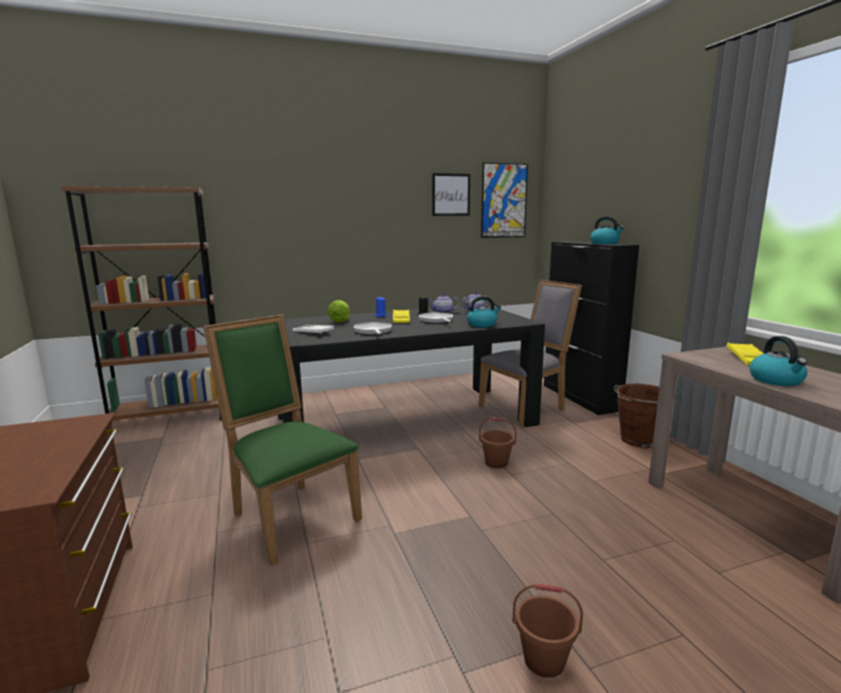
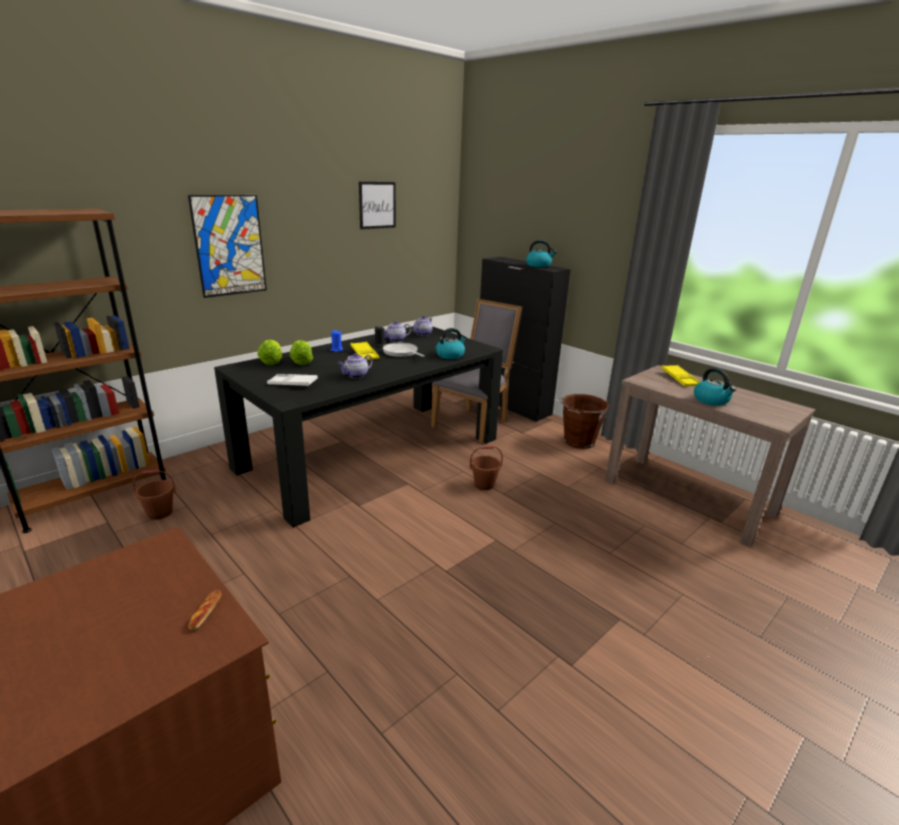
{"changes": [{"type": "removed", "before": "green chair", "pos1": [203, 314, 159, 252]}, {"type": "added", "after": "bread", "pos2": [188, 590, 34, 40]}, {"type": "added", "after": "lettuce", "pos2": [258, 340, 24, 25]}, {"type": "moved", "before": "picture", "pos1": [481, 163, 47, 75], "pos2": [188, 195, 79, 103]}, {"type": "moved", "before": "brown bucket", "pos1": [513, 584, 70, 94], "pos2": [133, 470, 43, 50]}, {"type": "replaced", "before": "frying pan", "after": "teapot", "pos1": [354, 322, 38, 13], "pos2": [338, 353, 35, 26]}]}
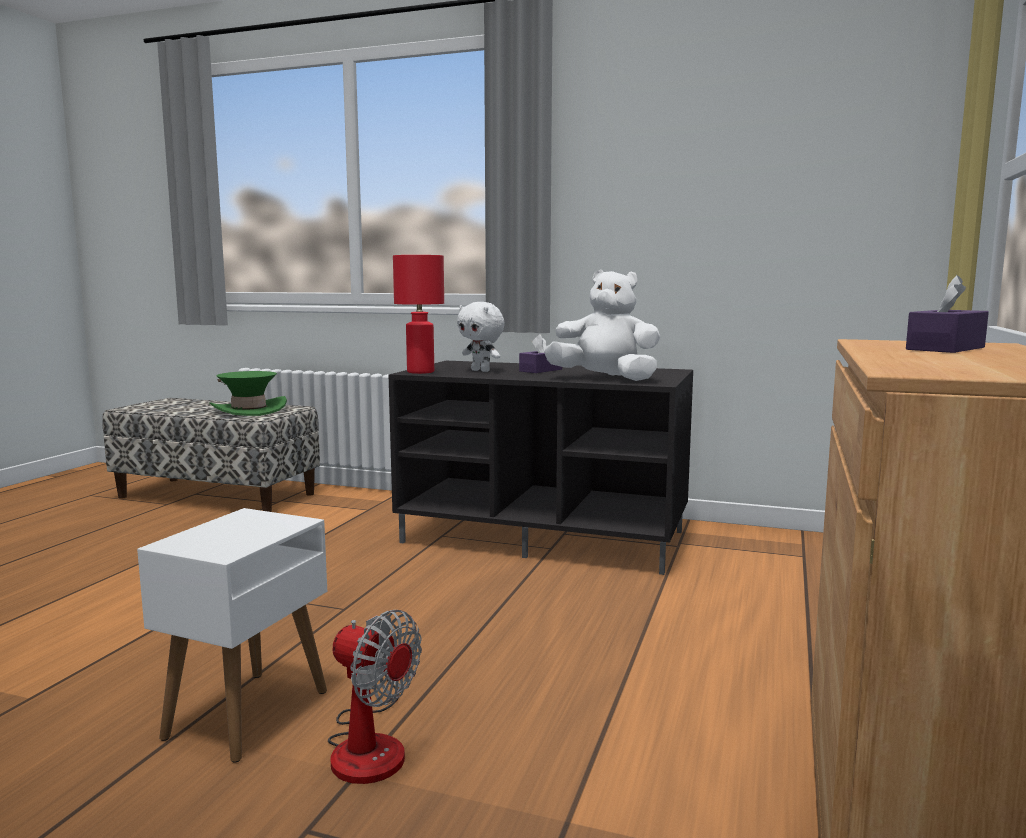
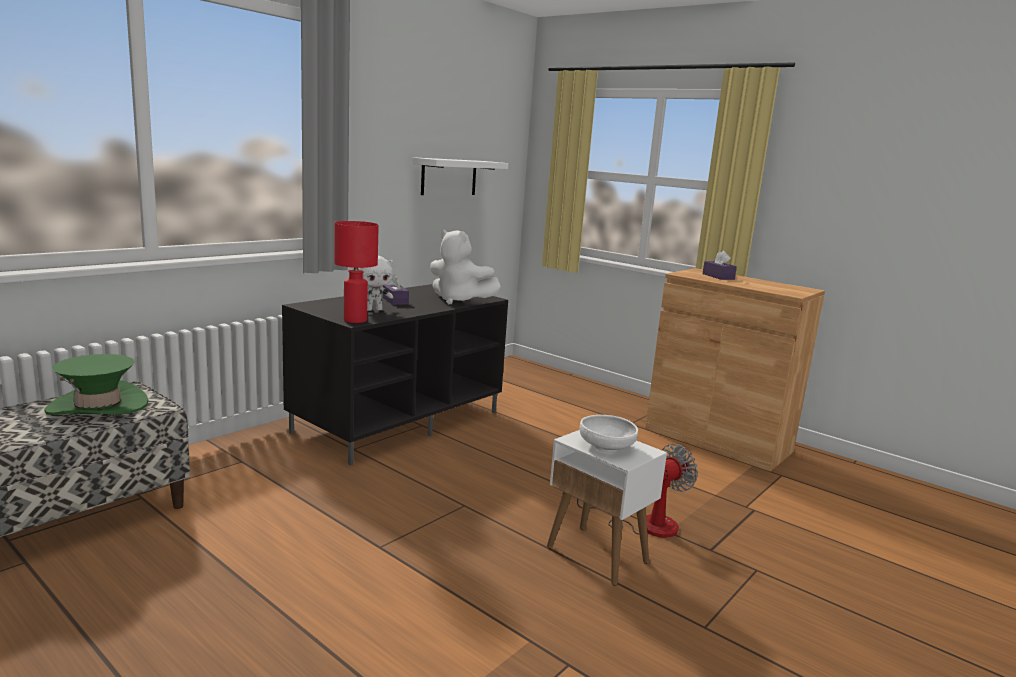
{"changes": [{"type": "added", "after": "white shelf", "pos2": [412, 157, 96, 38]}, {"type": "added", "after": "white bowl", "pos2": [580, 415, 58, 37]}, {"type": "turned", "before": "white plush toy", "pos1": [544, 270, 116, 111], "pos2": [430, 230, 71, 75], "turn": -105}]}
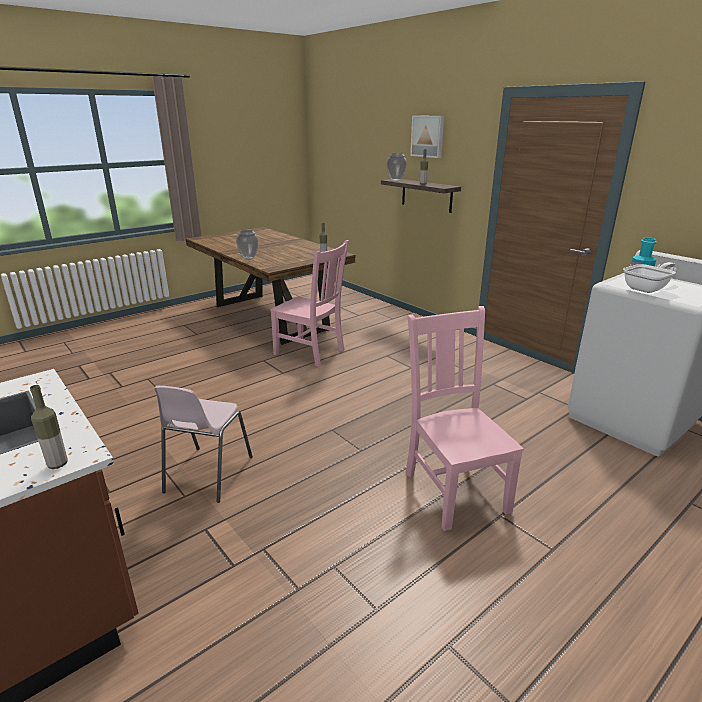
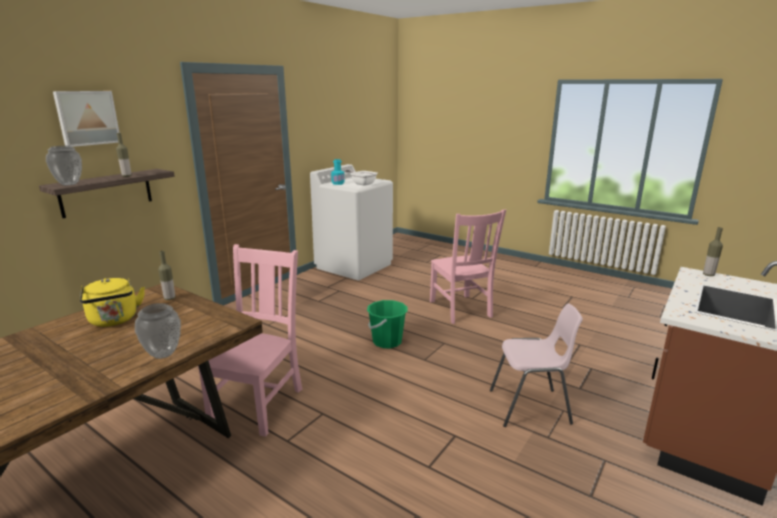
{"changes": [{"type": "added", "after": "yellow kettle", "pos2": [80, 278, 65, 49]}, {"type": "added", "after": "green bucket", "pos2": [367, 300, 41, 48]}, {"type": "turned", "before": "pink chair", "pos1": [405, 306, 119, 225], "pos2": [430, 209, 76, 115], "turn": -75}]}
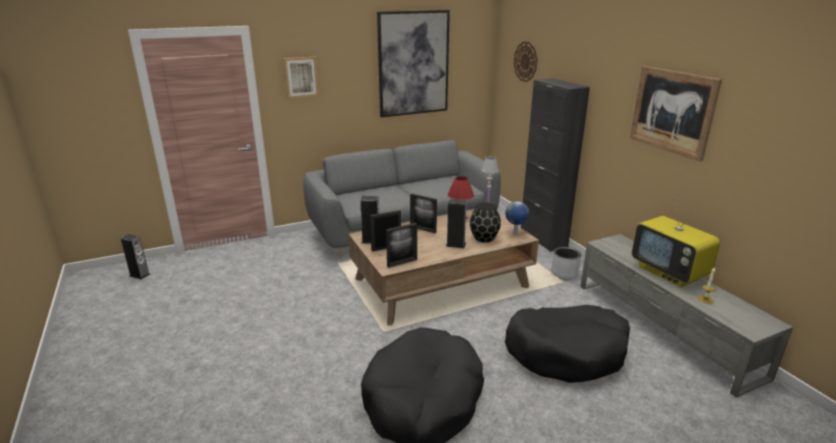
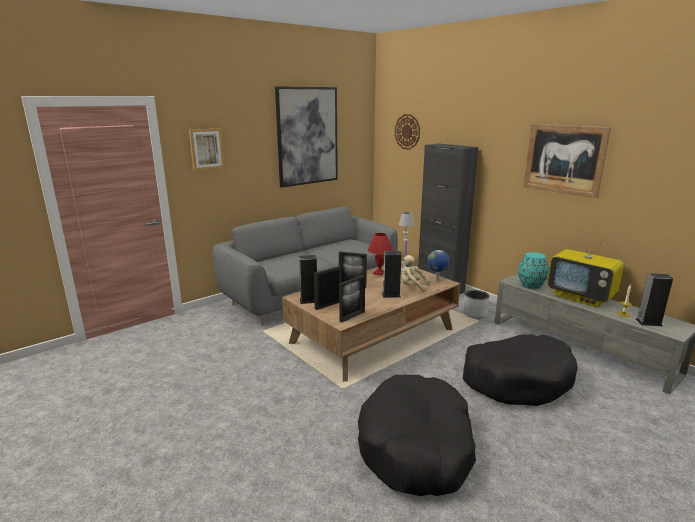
{"changes": [{"type": "added", "after": "turquoise vase", "pos2": [518, 252, 31, 37]}, {"type": "moved", "before": "speaker", "pos1": [121, 234, 29, 45], "pos2": [636, 273, 37, 53]}, {"type": "replaced", "before": "black vase", "after": "beige plush toy", "pos1": [470, 203, 31, 39], "pos2": [401, 255, 30, 37]}]}
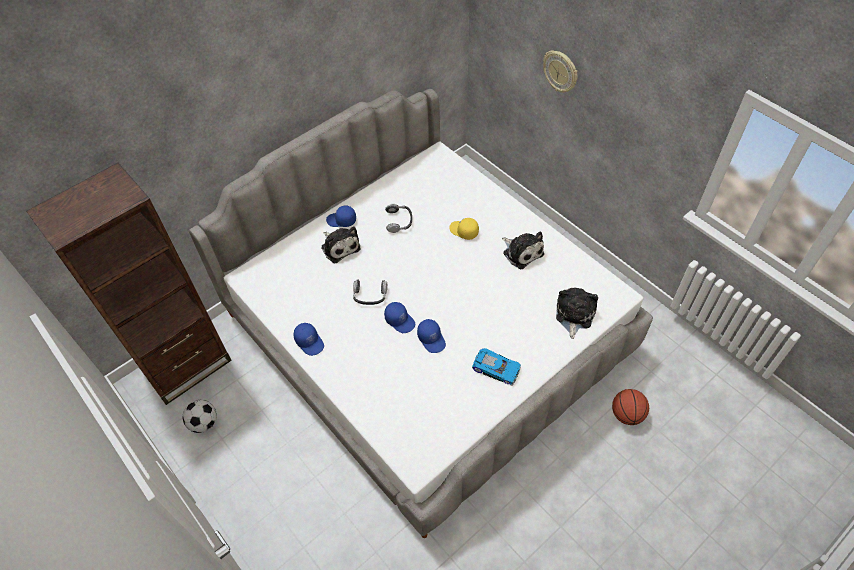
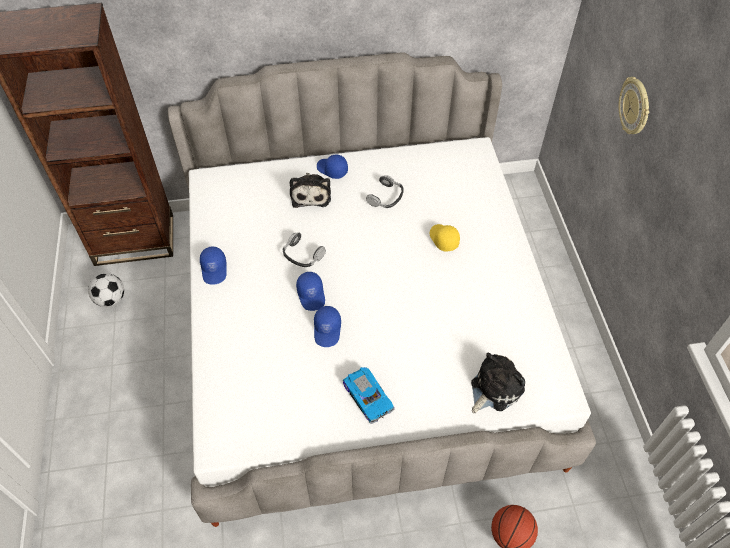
{"changes": [{"type": "removed", "before": "plush toy", "pos1": [502, 231, 42, 38]}]}
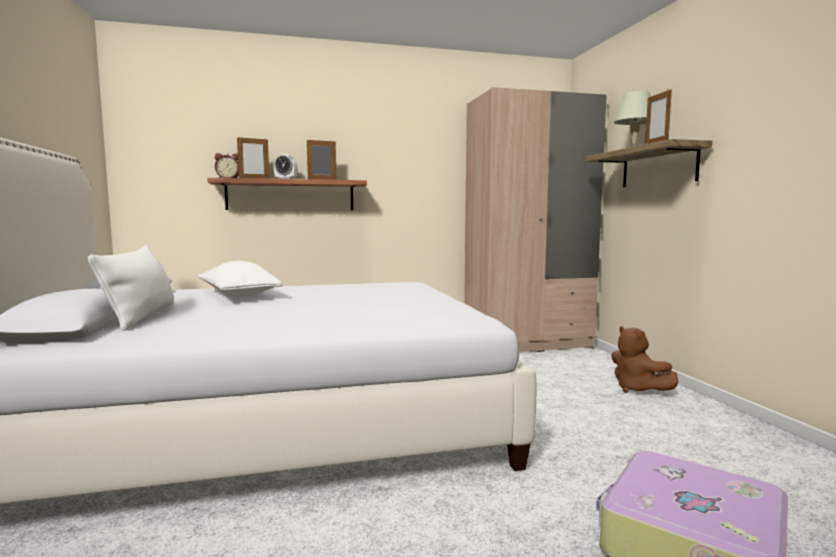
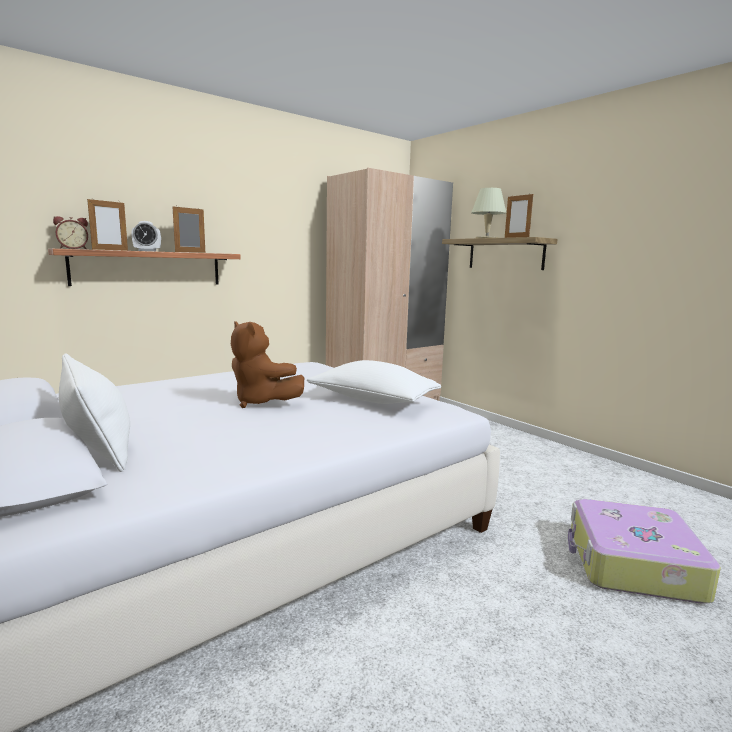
{"changes": [{"type": "moved", "before": "white pillow", "pos1": [198, 261, 85, 36], "pos2": [307, 360, 134, 44]}, {"type": "moved", "before": "brown plush toy", "pos1": [611, 326, 68, 67], "pos2": [231, 321, 73, 87]}]}
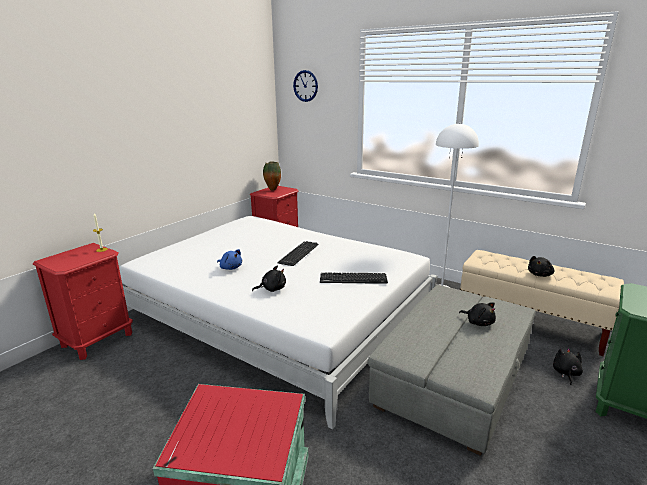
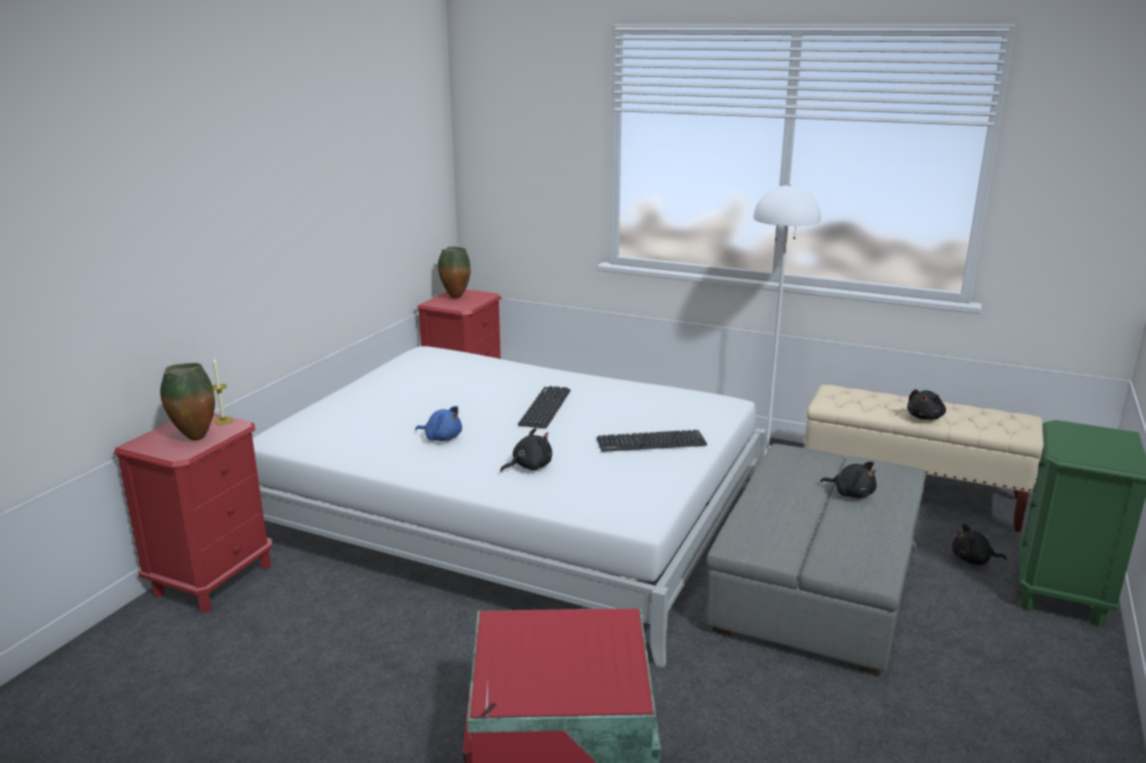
{"changes": [{"type": "removed", "before": "wall clock", "pos1": [293, 70, 25, 32]}, {"type": "added", "after": "vase", "pos2": [160, 363, 55, 78]}, {"type": "turned", "before": "black plush toy", "pos1": [553, 348, 30, 37], "pos2": [952, 524, 55, 41], "turn": -90}]}
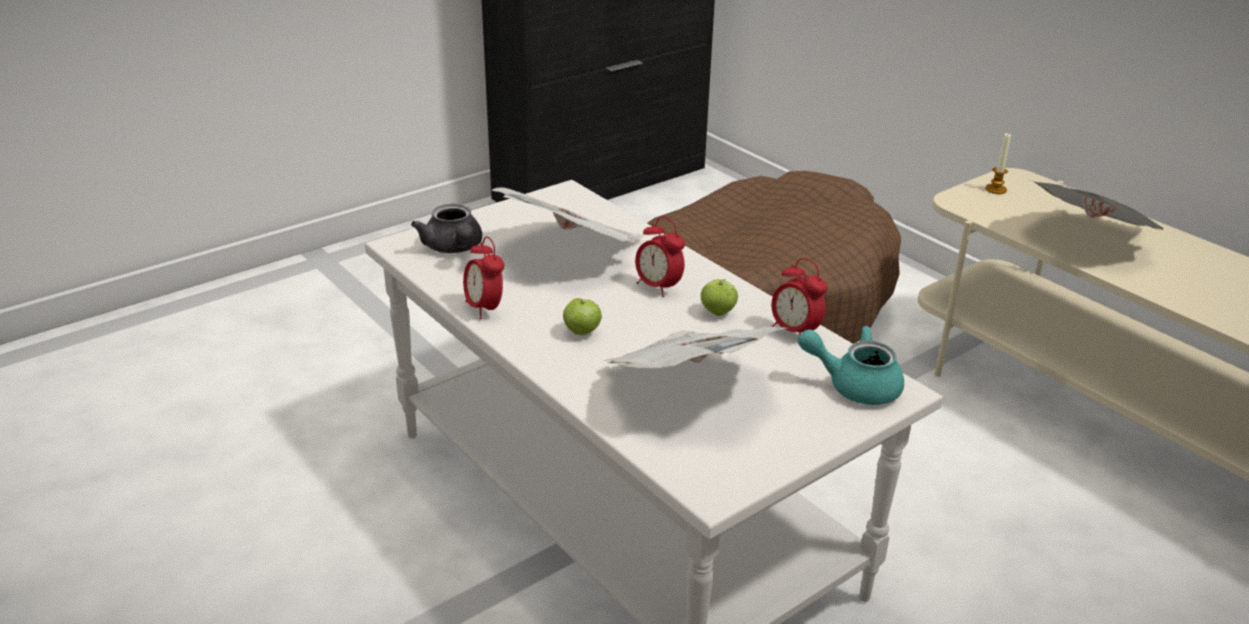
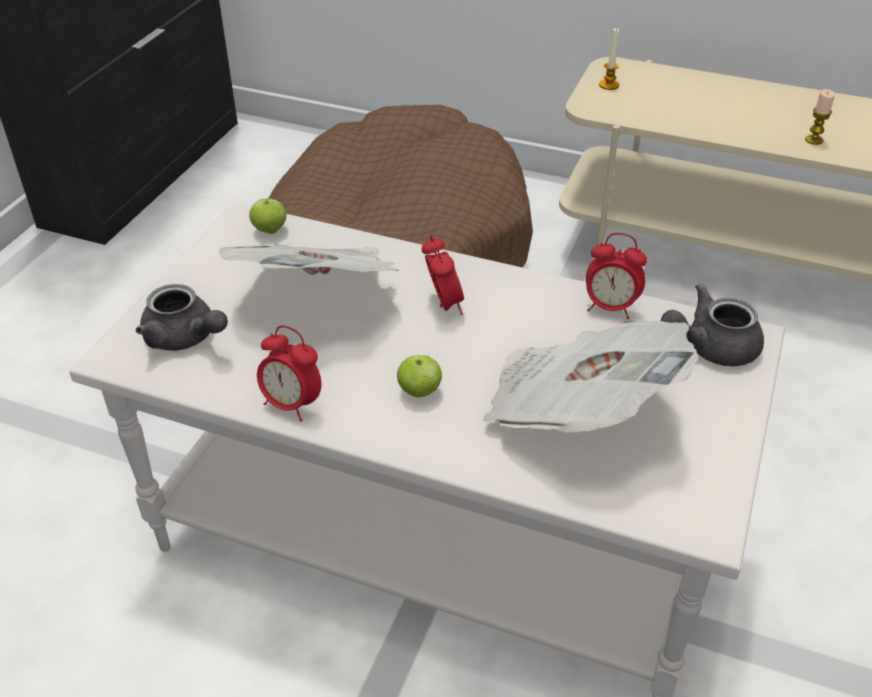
{"changes": [{"type": "removed", "before": "newspaper", "pos1": [1027, 179, 137, 51]}, {"type": "added", "after": "candle", "pos2": [805, 89, 30, 56]}, {"type": "moved", "before": "apple", "pos1": [700, 279, 38, 37], "pos2": [249, 197, 38, 37]}, {"type": "recoloured", "before": "turquoise teapot", "after": "grey teapot", "pos1": [798, 326, 106, 79], "pos2": [661, 284, 103, 82]}, {"type": "turned", "before": "alarm clock", "pos1": [635, 217, 50, 80], "pos2": [421, 235, 43, 80], "turn": -120}]}
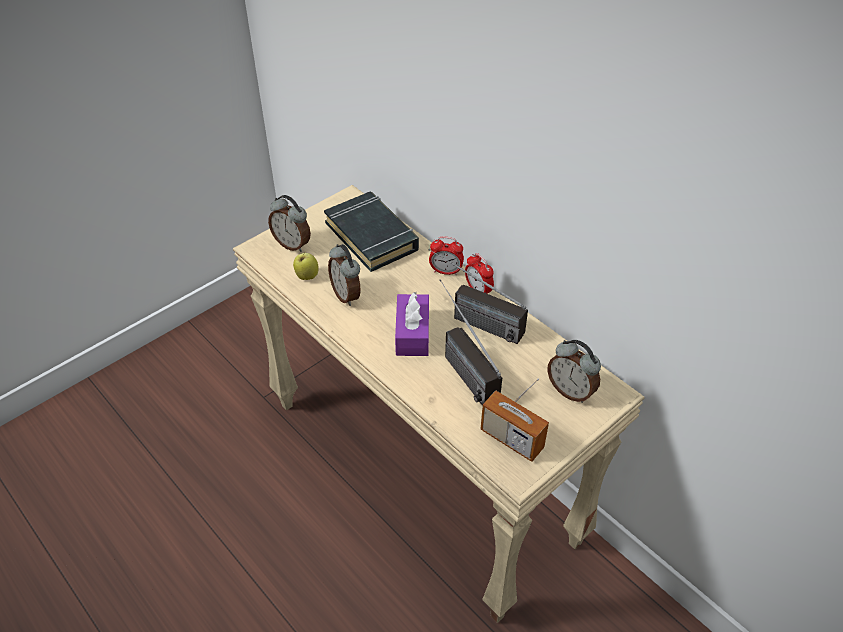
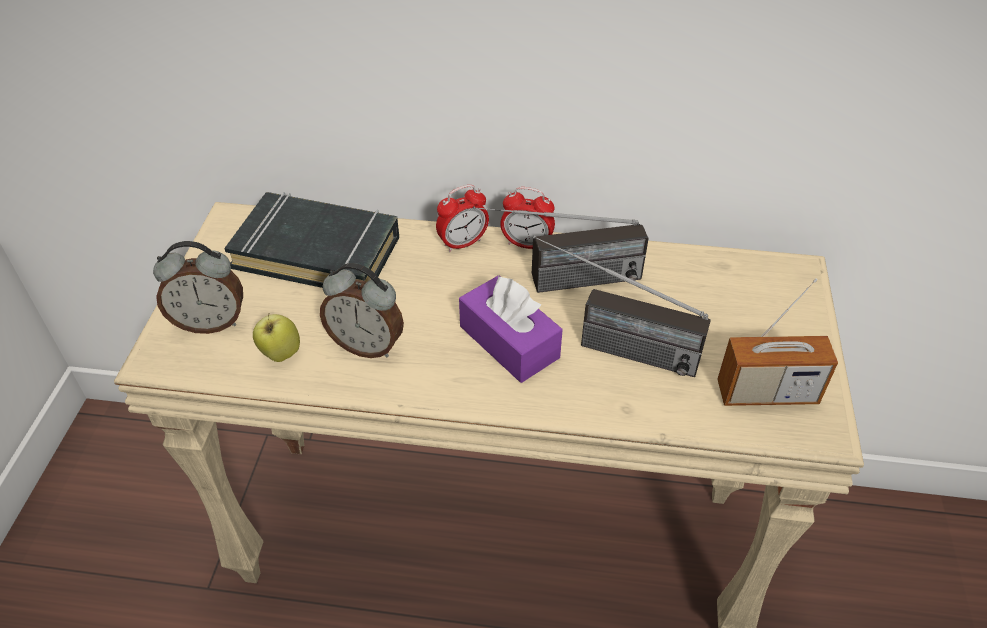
{"changes": [{"type": "removed", "before": "alarm clock", "pos1": [547, 340, 54, 63]}]}
